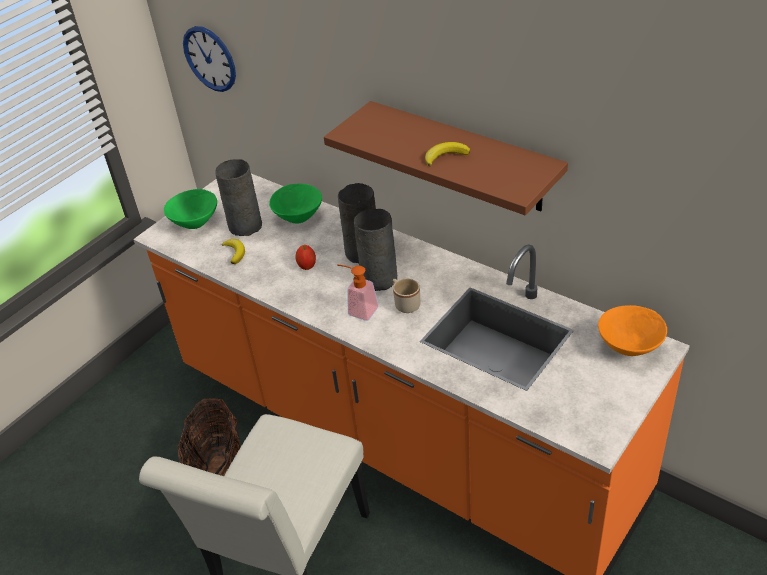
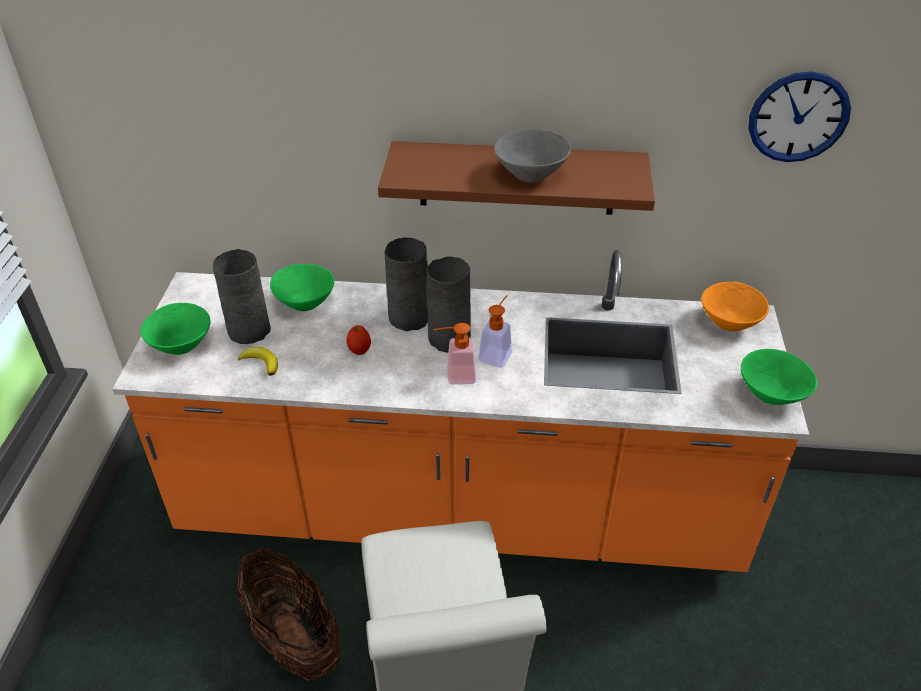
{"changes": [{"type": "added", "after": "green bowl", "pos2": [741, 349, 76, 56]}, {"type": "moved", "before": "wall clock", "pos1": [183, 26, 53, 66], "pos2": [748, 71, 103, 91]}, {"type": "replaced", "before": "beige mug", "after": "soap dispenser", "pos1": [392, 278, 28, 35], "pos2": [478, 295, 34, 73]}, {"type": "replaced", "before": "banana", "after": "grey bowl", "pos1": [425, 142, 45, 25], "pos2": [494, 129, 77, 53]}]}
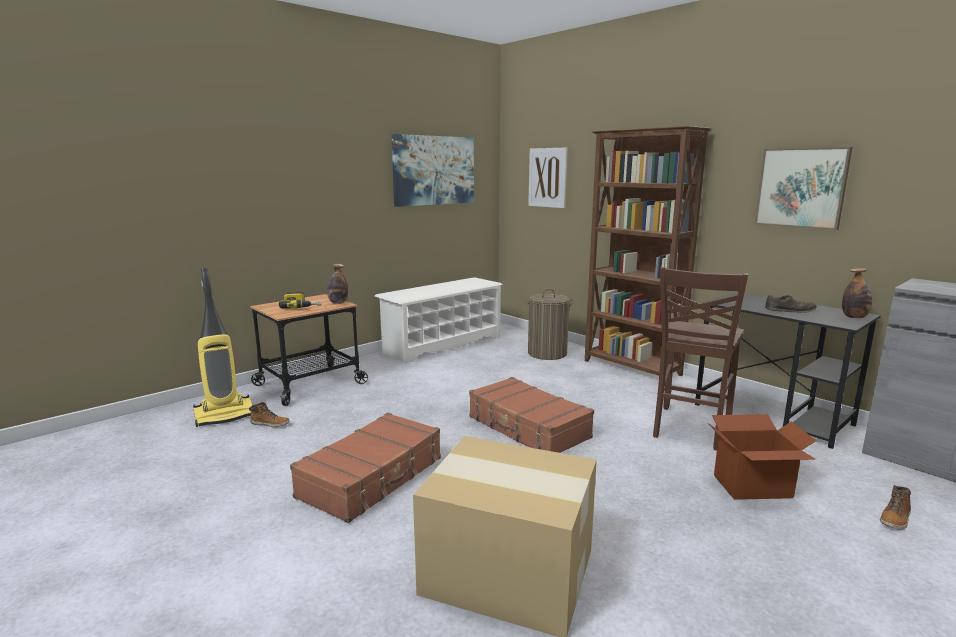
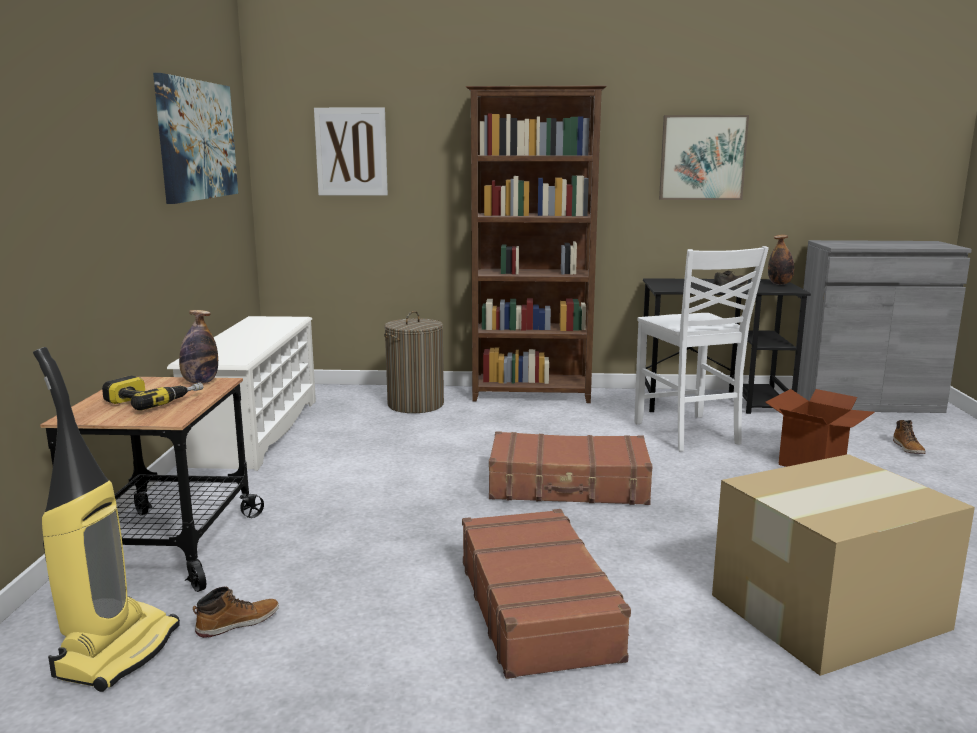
{"changes": [{"type": "recoloured", "before": "brown chair", "after": "white chair", "pos1": [653, 267, 95, 183], "pos2": [634, 246, 135, 205]}]}
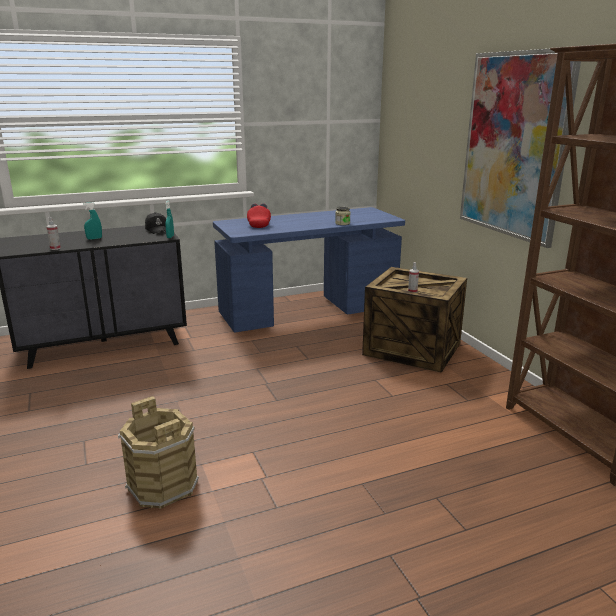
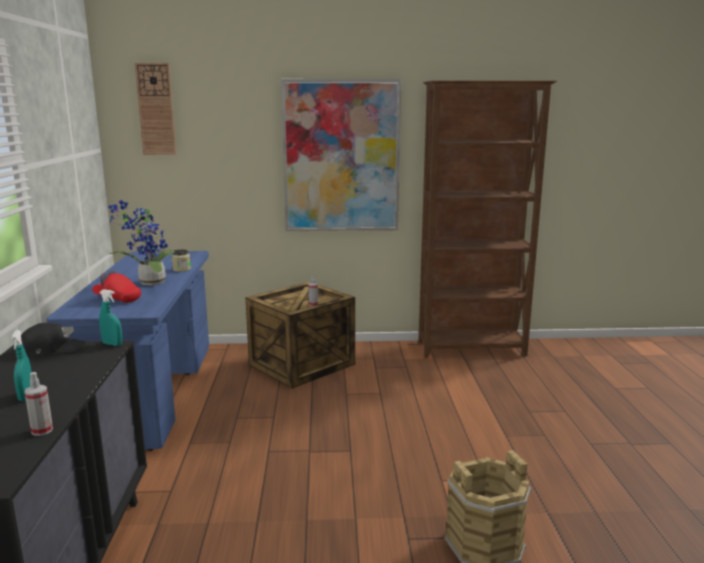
{"changes": [{"type": "added", "after": "potted plant", "pos2": [108, 200, 67, 86]}, {"type": "added", "after": "wall clock", "pos2": [135, 63, 41, 92]}]}
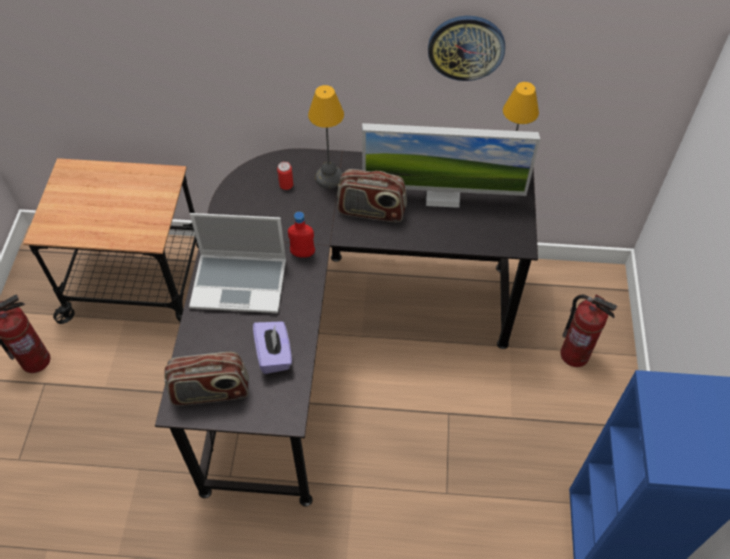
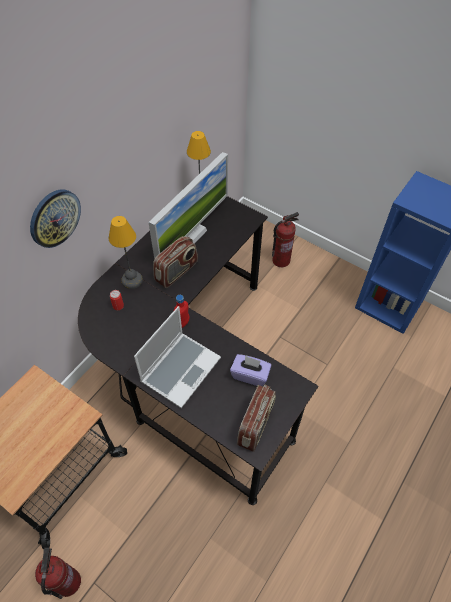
{"changes": [{"type": "moved", "before": "wall clock", "pos1": [428, 16, 77, 65], "pos2": [30, 189, 51, 59]}]}
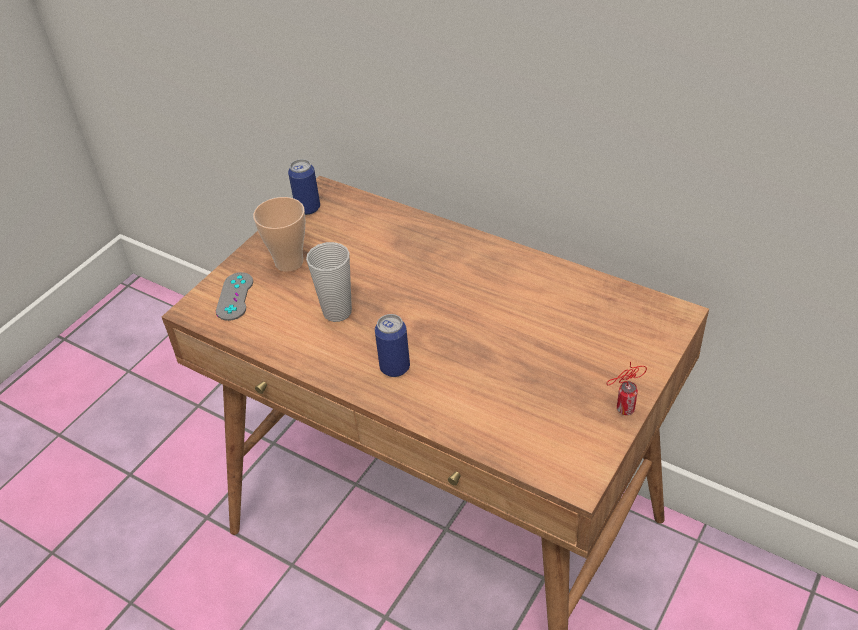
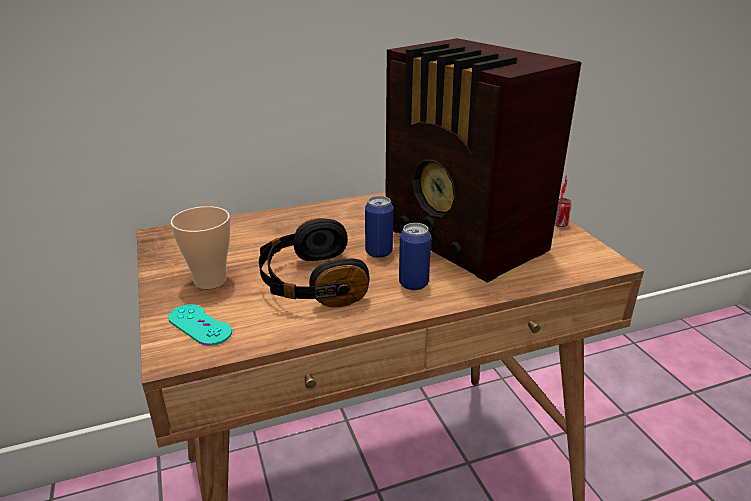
{"changes": [{"type": "added", "after": "radio", "pos2": [385, 38, 196, 245]}, {"type": "moved", "before": "can", "pos1": [288, 159, 32, 56], "pos2": [365, 196, 28, 62]}, {"type": "replaced", "before": "cup", "after": "black headphones", "pos1": [306, 242, 46, 80], "pos2": [259, 218, 111, 89]}, {"type": "recoloured", "before": "grey game controller", "after": "turquoise game controller", "pos1": [216, 272, 37, 49], "pos2": [168, 304, 64, 42]}]}
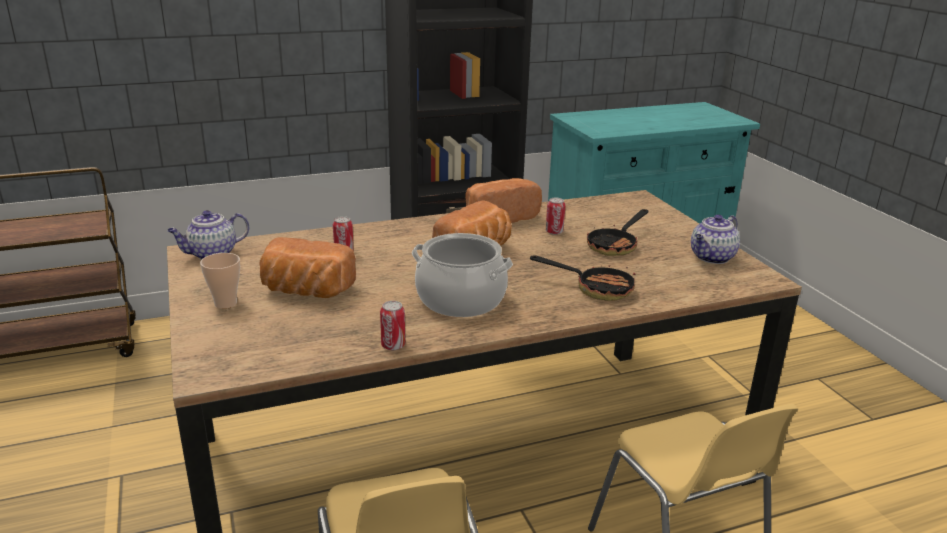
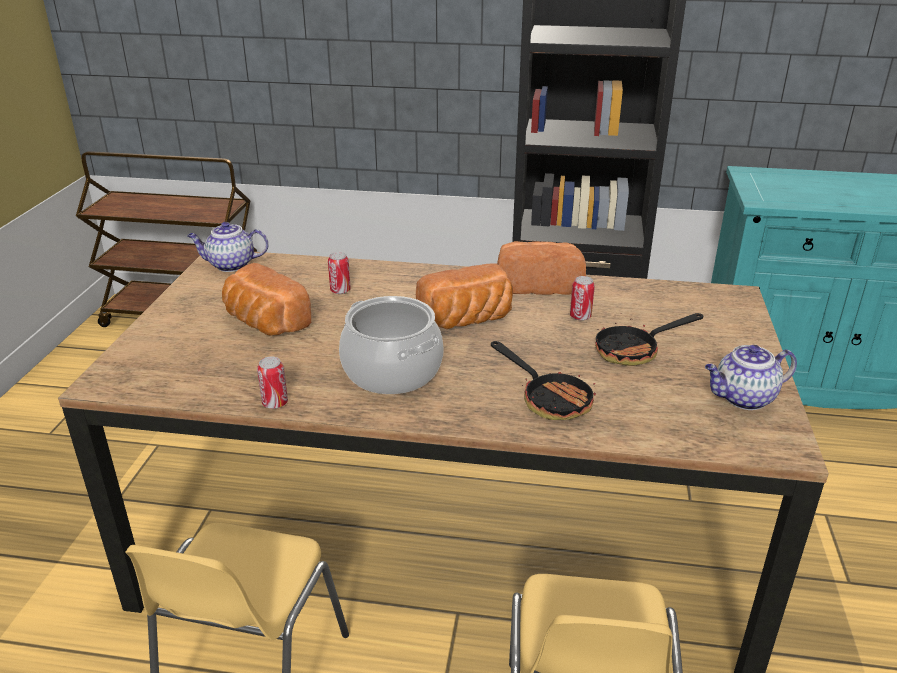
{"changes": [{"type": "removed", "before": "cup", "pos1": [200, 253, 40, 56]}]}
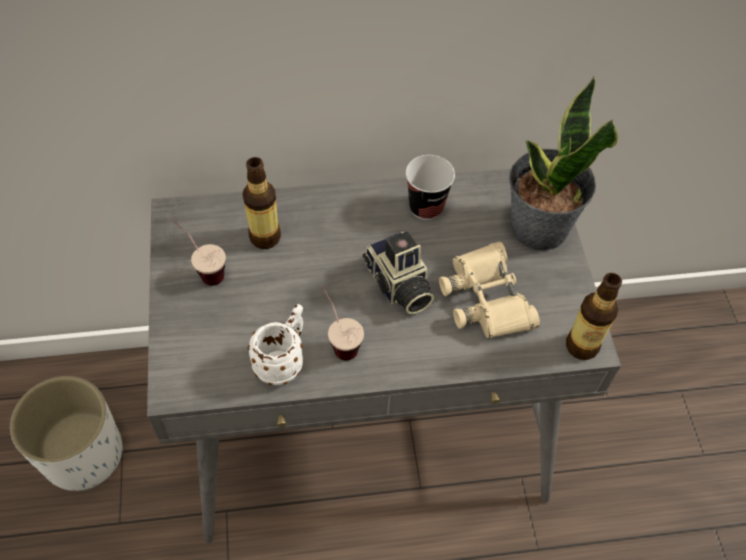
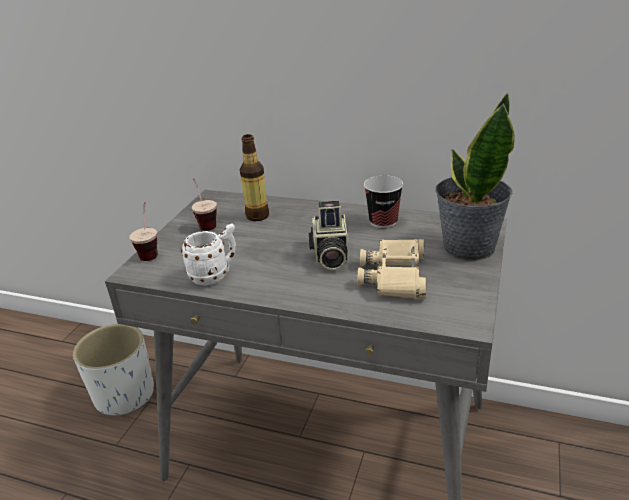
{"changes": [{"type": "removed", "before": "bottle", "pos1": [566, 273, 56, 87]}, {"type": "moved", "before": "cup", "pos1": [321, 285, 43, 76], "pos2": [129, 202, 29, 59]}]}
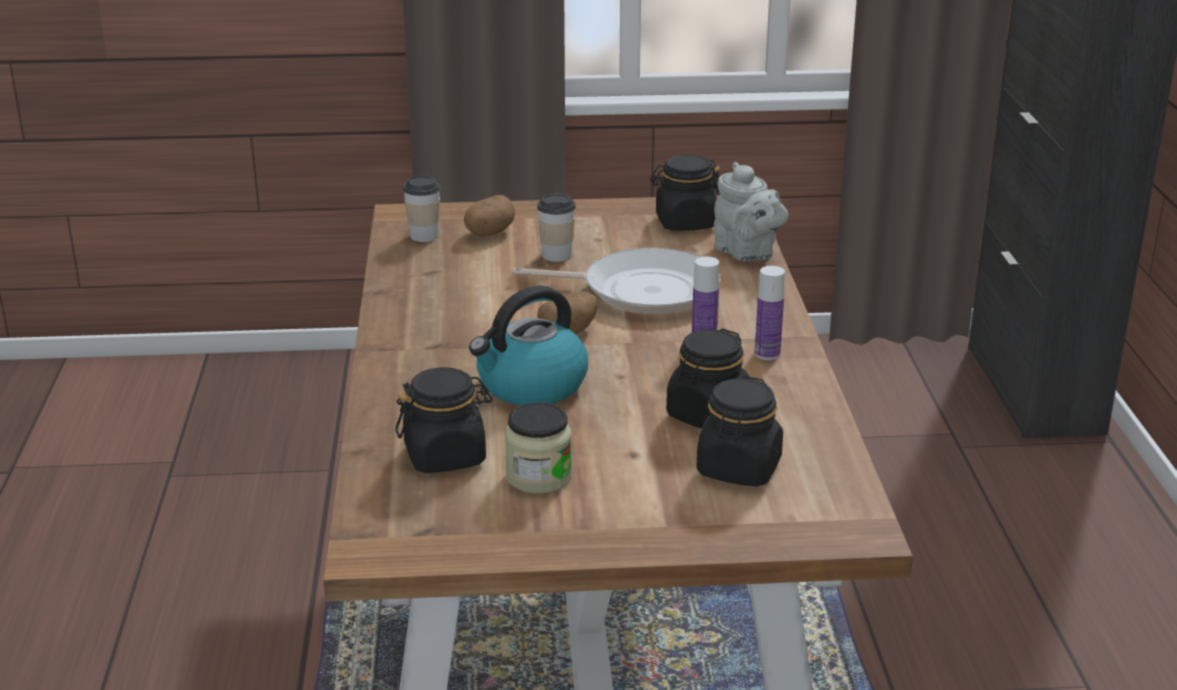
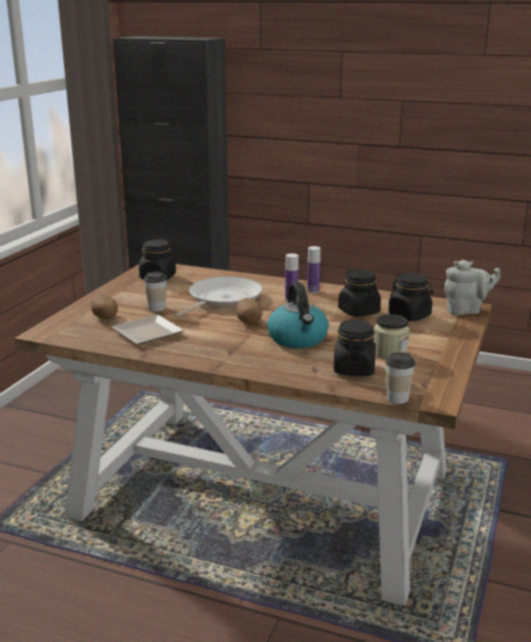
{"changes": [{"type": "added", "after": "plate", "pos2": [112, 315, 72, 30]}, {"type": "moved", "before": "cup", "pos1": [403, 175, 38, 67], "pos2": [385, 352, 30, 52]}, {"type": "moved", "before": "grey teapot", "pos1": [714, 162, 74, 99], "pos2": [444, 260, 57, 55]}]}
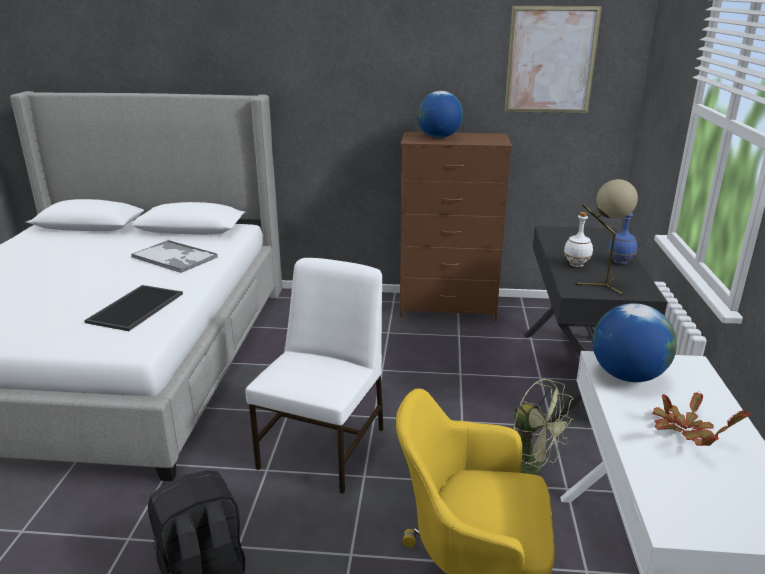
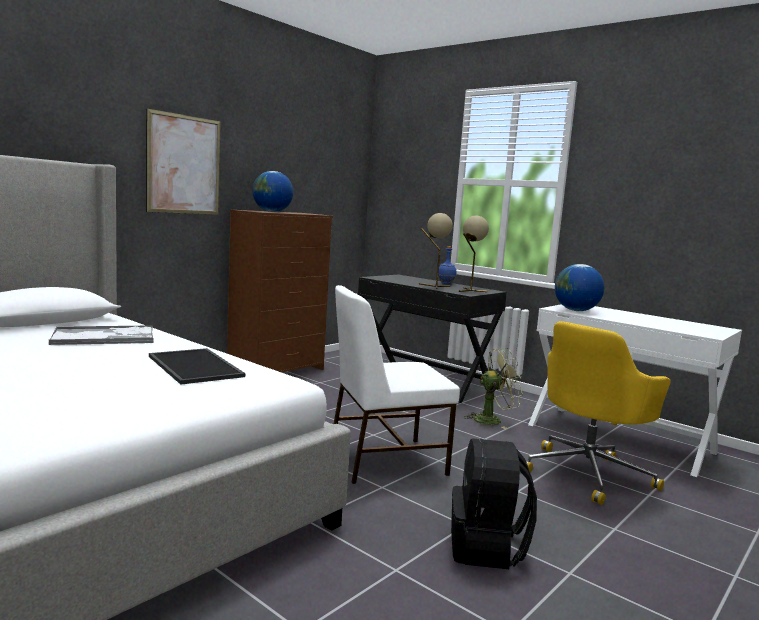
{"changes": [{"type": "removed", "before": "potted plant", "pos1": [652, 391, 98, 55]}, {"type": "moved", "before": "picture", "pos1": [504, 6, 98, 107], "pos2": [146, 109, 75, 106]}, {"type": "replaced", "before": "white bottle", "after": "beige table lamp", "pos1": [564, 212, 29, 55], "pos2": [419, 213, 34, 76]}, {"type": "turned", "before": "white chair", "pos1": [246, 258, 138, 236], "pos2": [334, 285, 126, 199], "turn": -75}]}
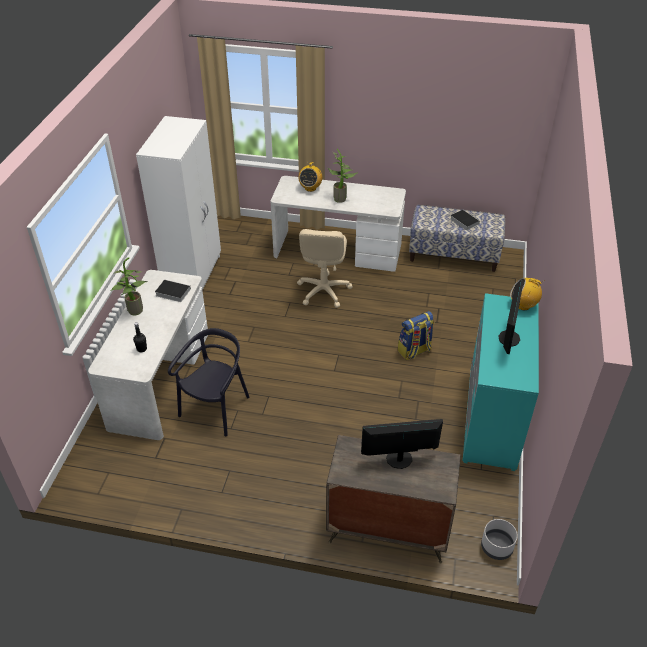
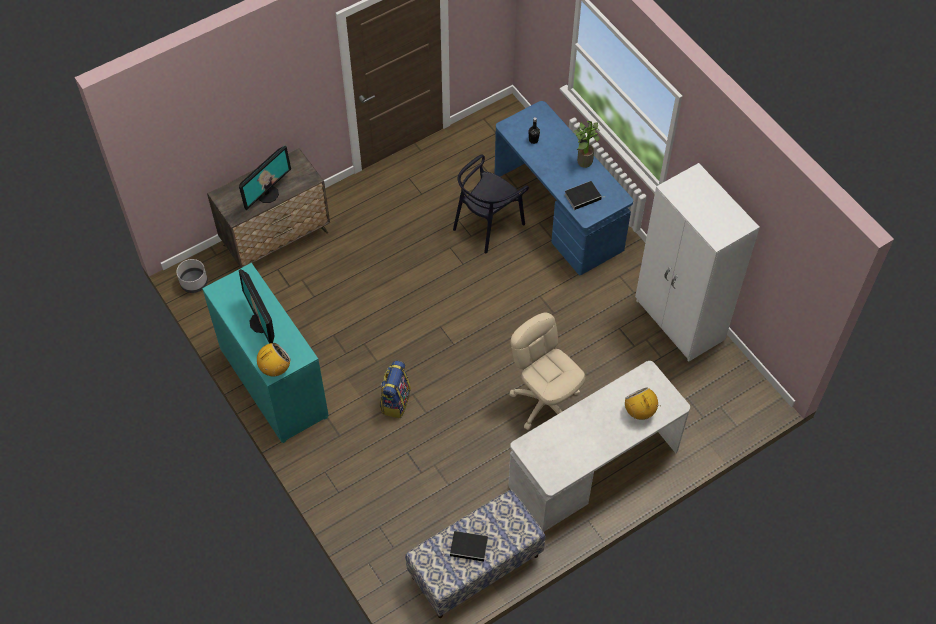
{"changes": [{"type": "removed", "before": "potted plant", "pos1": [328, 149, 30, 54]}, {"type": "recoloured", "before": "white desk", "after": "blue desk", "pos1": [88, 270, 120, 170], "pos2": [495, 101, 138, 174]}, {"type": "turned", "before": "black chair", "pos1": [168, 328, 82, 108], "pos2": [453, 155, 76, 99], "turn": 60}]}
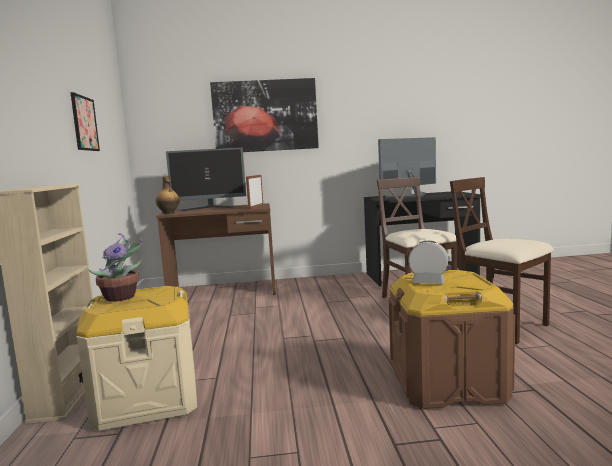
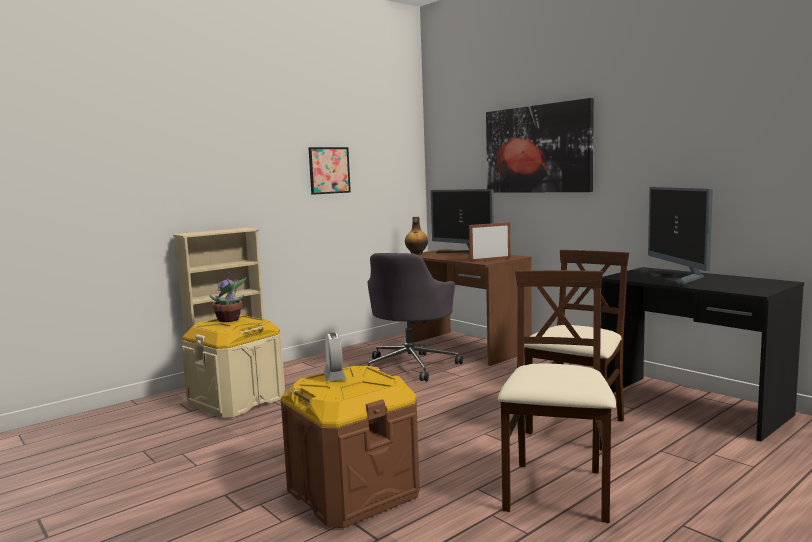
{"changes": [{"type": "added", "after": "grey office chair", "pos2": [367, 253, 96, 128]}, {"type": "turned", "before": "monitor", "pos1": [378, 137, 58, 61], "pos2": [647, 187, 66, 98], "turn": -120}]}
